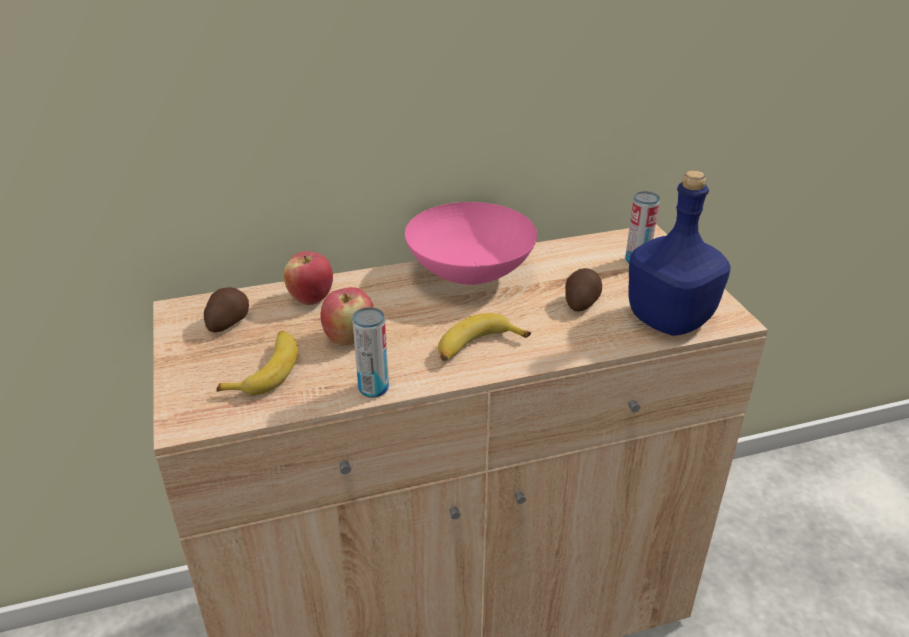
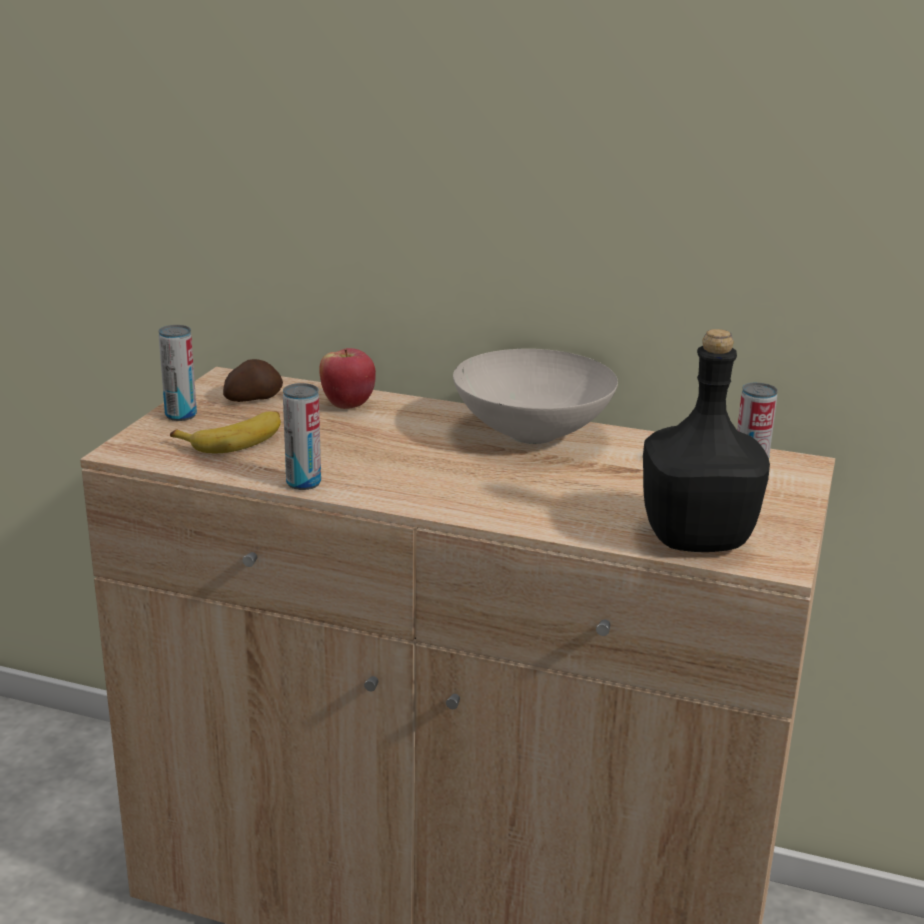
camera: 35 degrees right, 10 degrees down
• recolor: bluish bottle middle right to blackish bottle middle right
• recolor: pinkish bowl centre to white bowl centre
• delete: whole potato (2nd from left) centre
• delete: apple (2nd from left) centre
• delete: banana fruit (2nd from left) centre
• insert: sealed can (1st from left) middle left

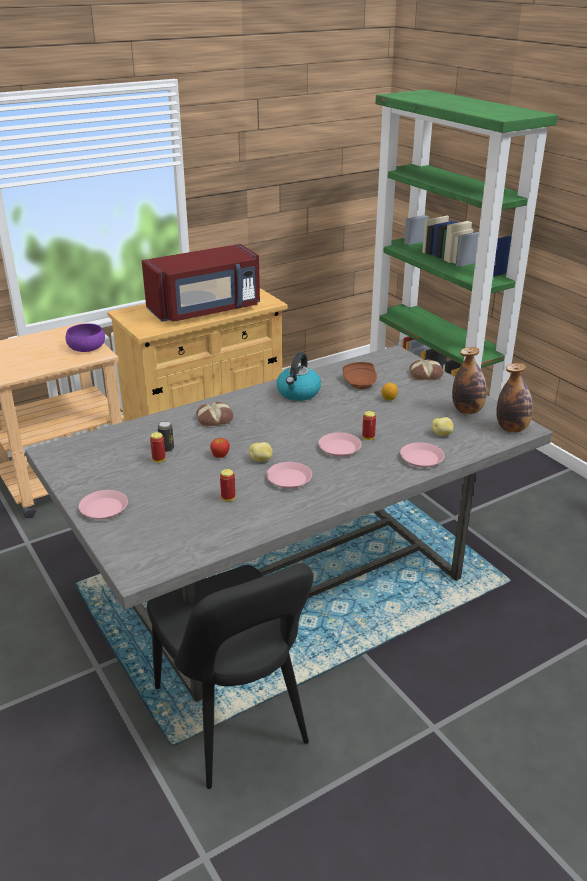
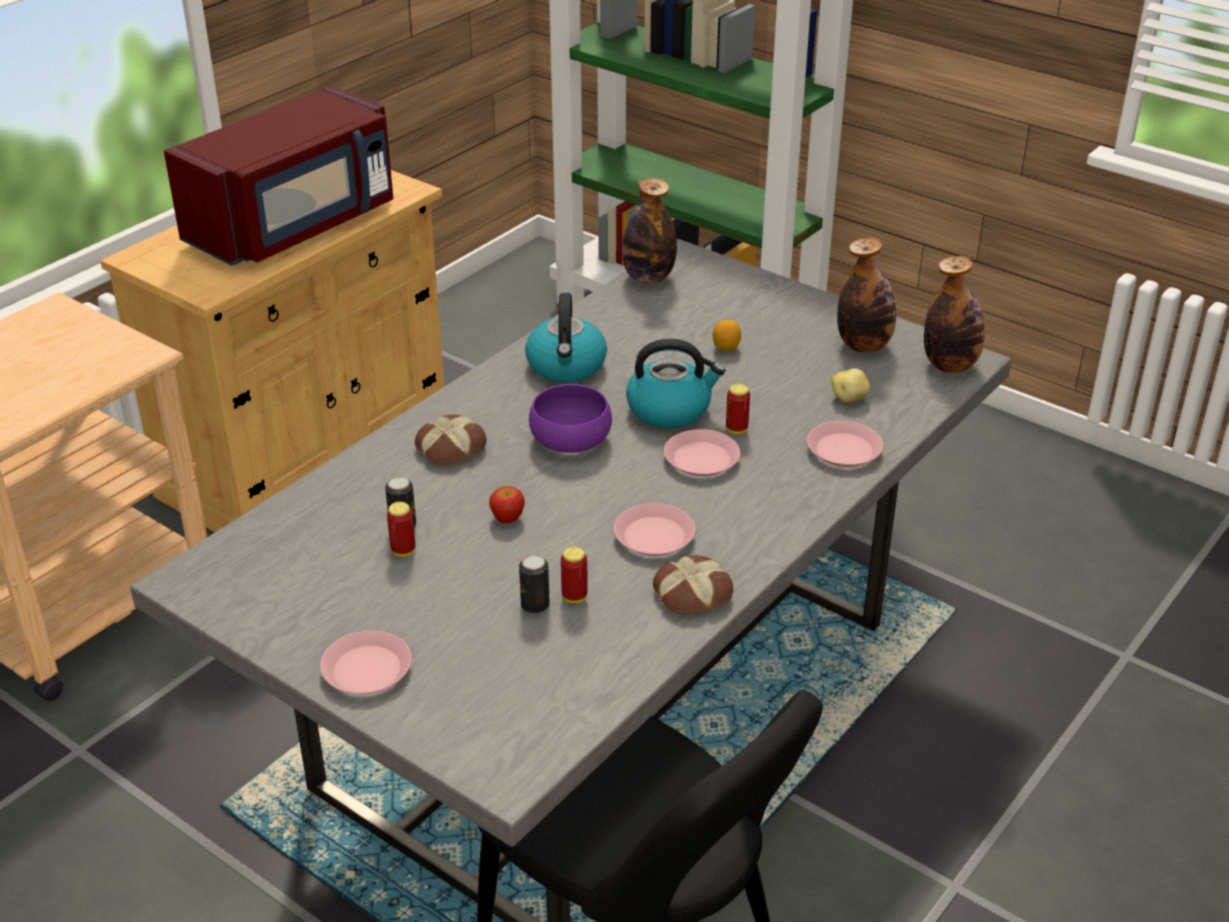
camera: 20 degrees left, 5 degrees up
• move: purple bowl middle left to centre
• move: bread (2nd from left) middle right to centre
• delete: brown dinner plate centre
• delete: whole potato (1st from left) centre
• insert: bottle (1st from left) top centre
• insert: kettle (2nd from left) centre
• insert: sealed can (3rd from left) centre

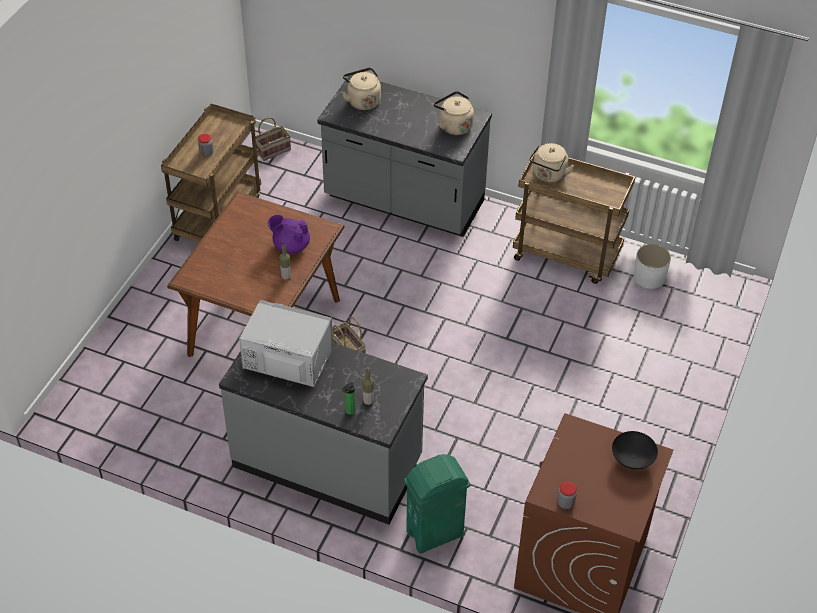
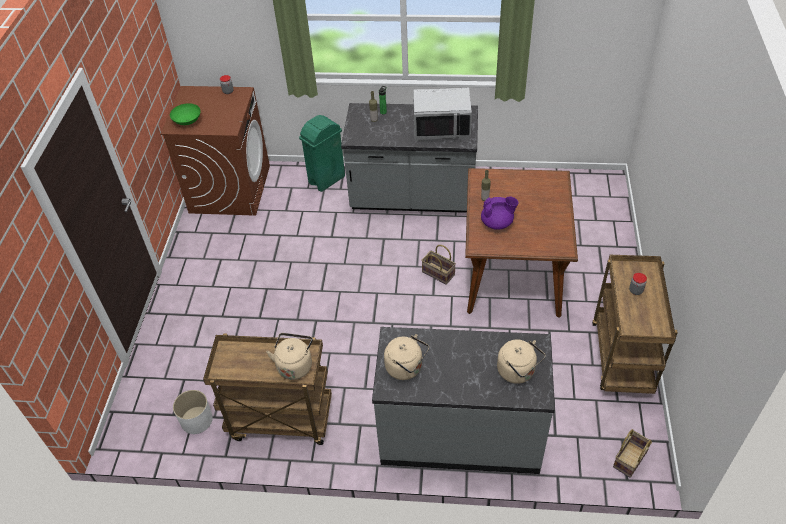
camera: 165 degrees right, 0 degrees up
• recolor: blackish bowl bottom right to greenish bowl top left

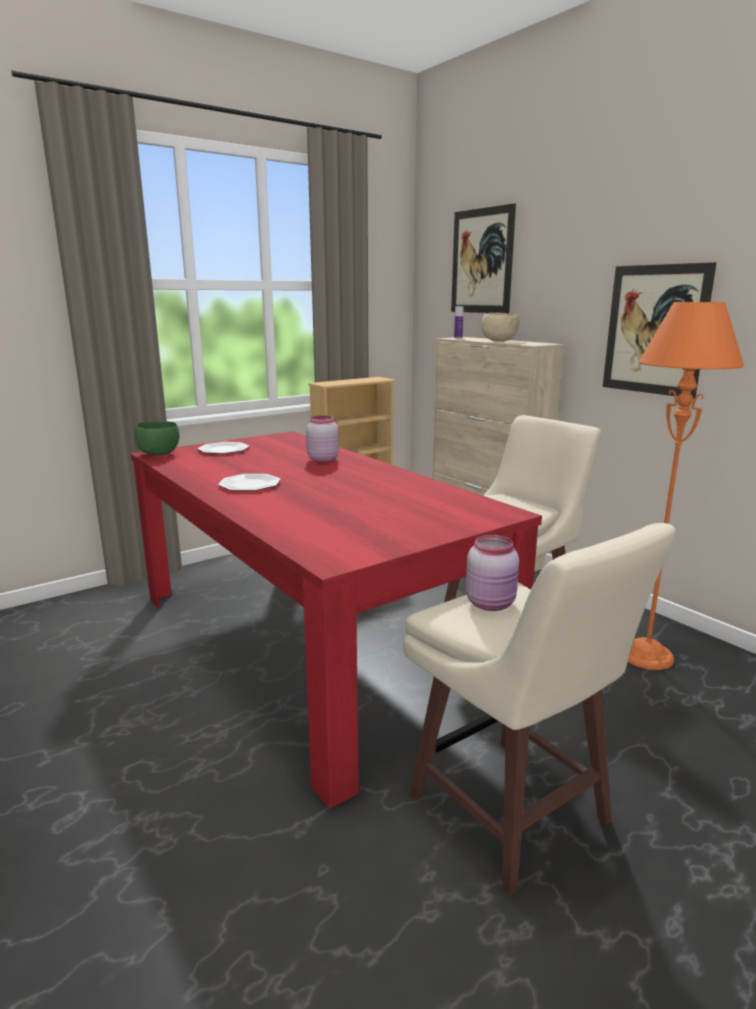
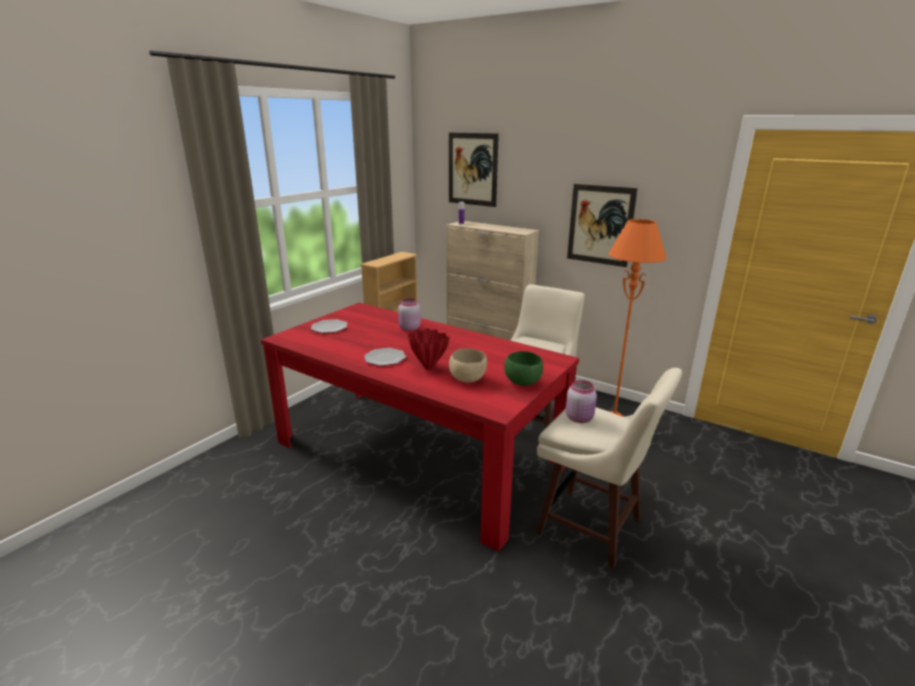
camera: 20 degrees left, 5 degrees up
• move: beige-coloured bowl top centre to centre
• move: greenish bowl middle left to centre
• insert: reddish vase centre

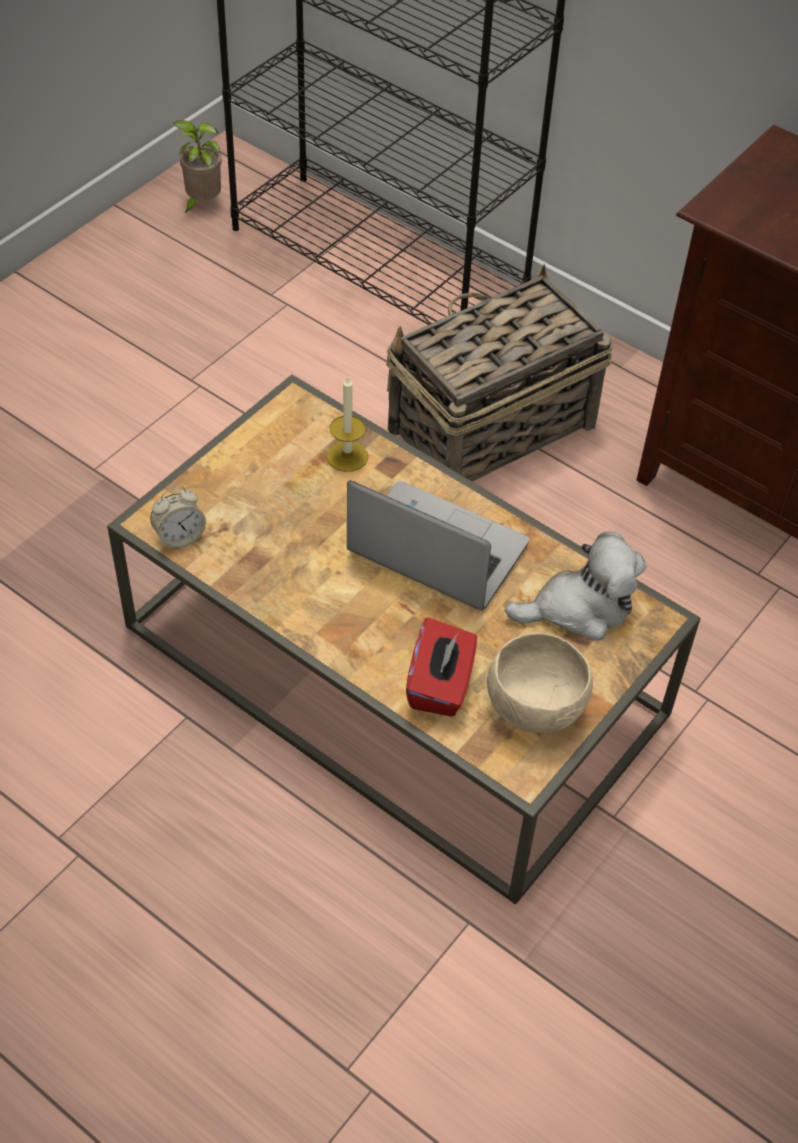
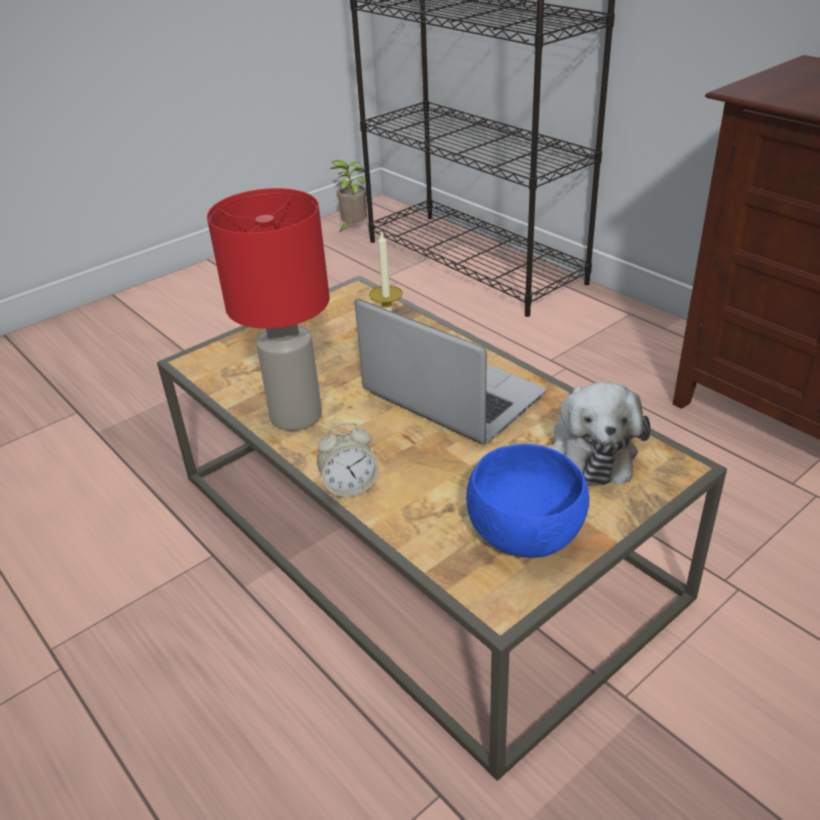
camera: 15 degrees right, 15 degrees down
• delete: storage basket top centre
• move: bedside clock middle left to centre
• rotate: soft toy middle right = middle right 90 degrees clockwise
• delete: reddish box of tissues centre
• recolor: beige-coloured bowl middle right to bluish bowl centre
• insert: reddish lamp for a table middle left

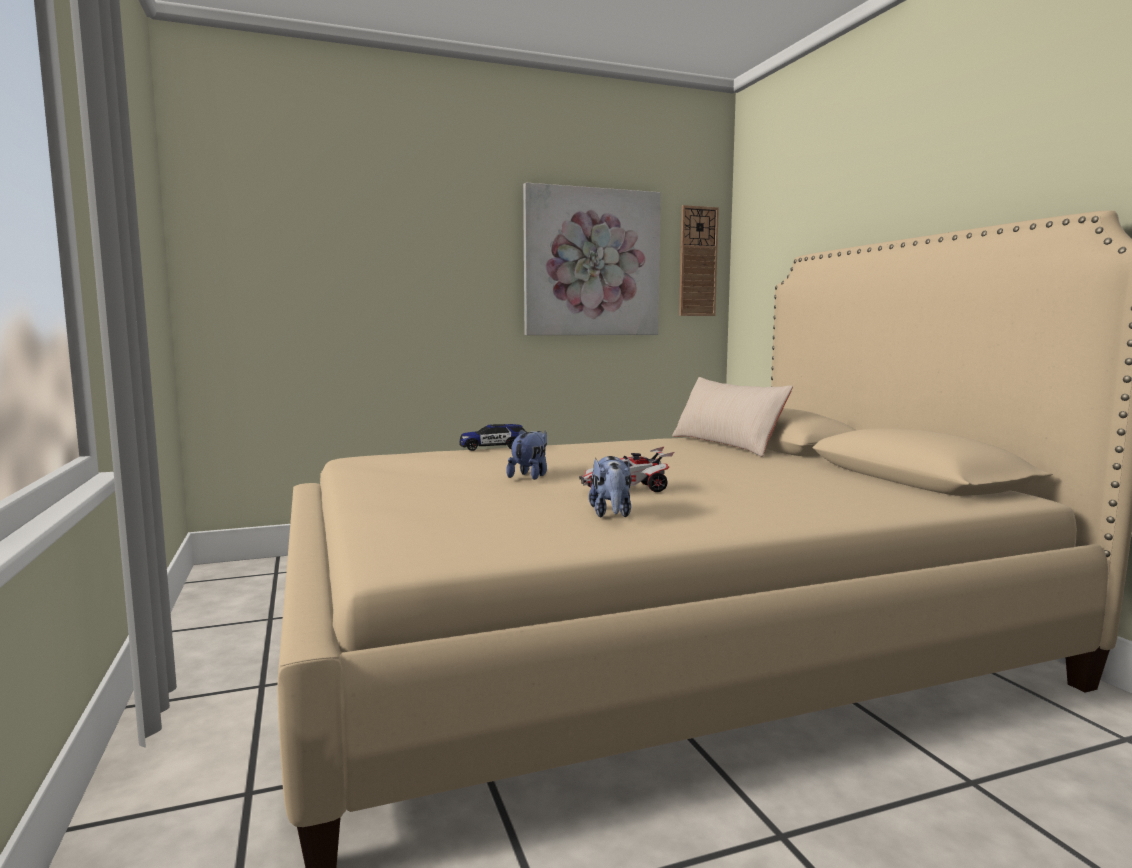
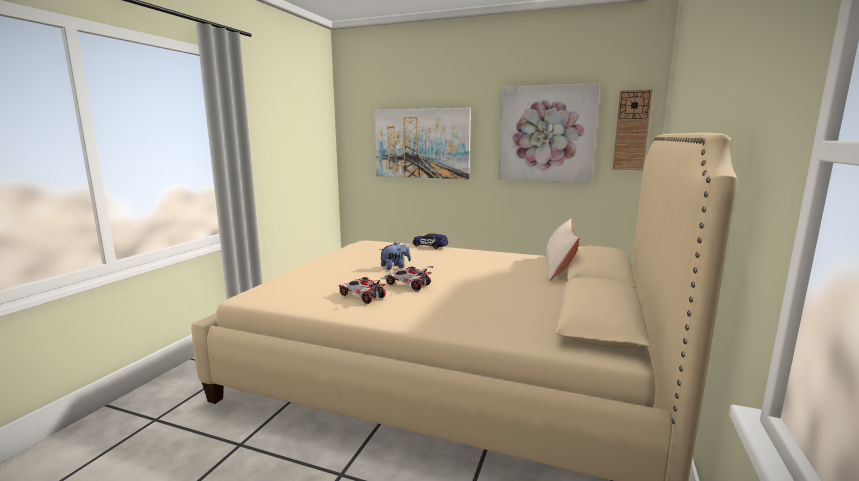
camera: 40 degrees right, 5 degrees up
• replace: soft toy (2nd from left) centre to toy car (1st from left) centre
• insert: wall picture (1st from left) top centre

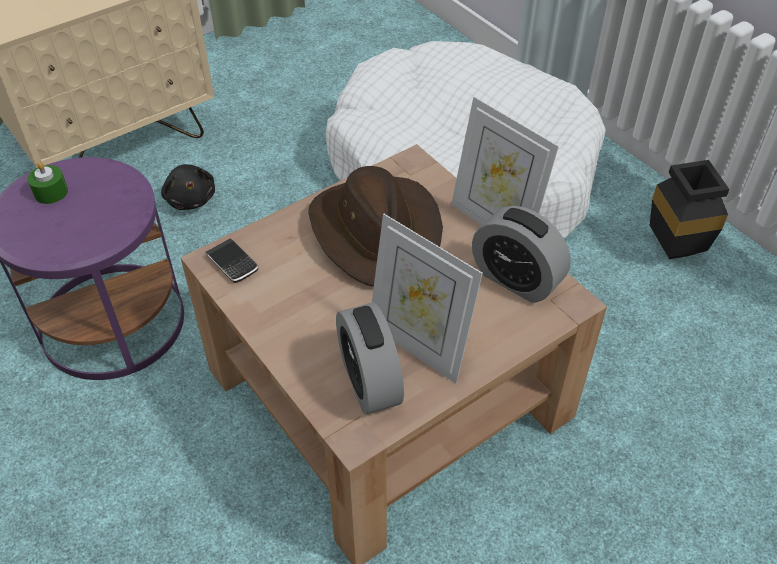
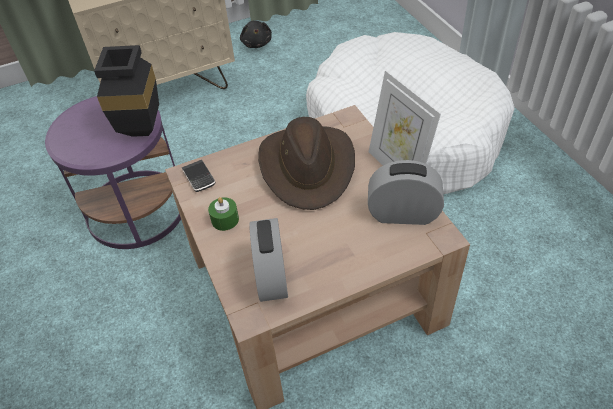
camera: 15 degrees right, 0 degrees up
• move: blackish vase middle right to top left
• move: greenish candle top left to centre
• move: blackish soft toy top left to top centre
• rotate: bedside clock (2nd from left) middle right = centre 135 degrees clockwise
• delete: standing frame (1st from left) centre

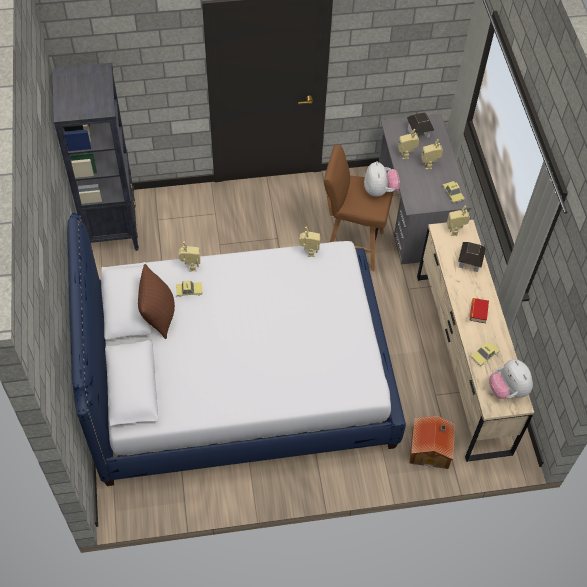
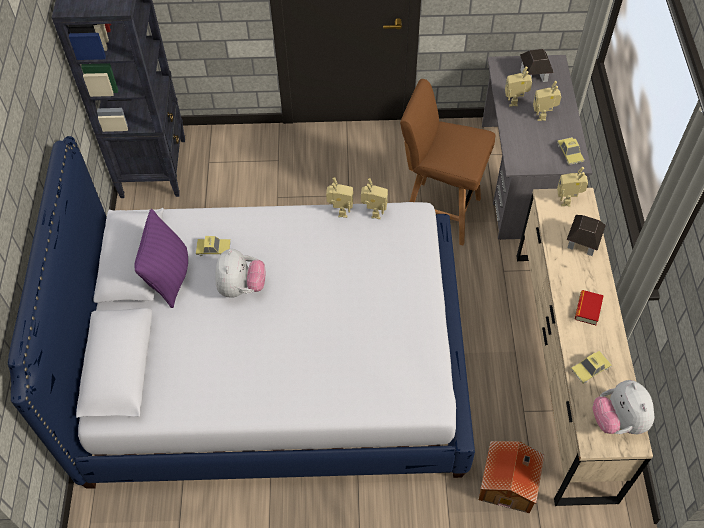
camera: 10 degrees right, 0 degrees up
• move: soft toy (1st from left) top centre to centre
• move: model robot (1st from left) middle left to centre
• recolor: brown pillow middle left to purple pillow middle left

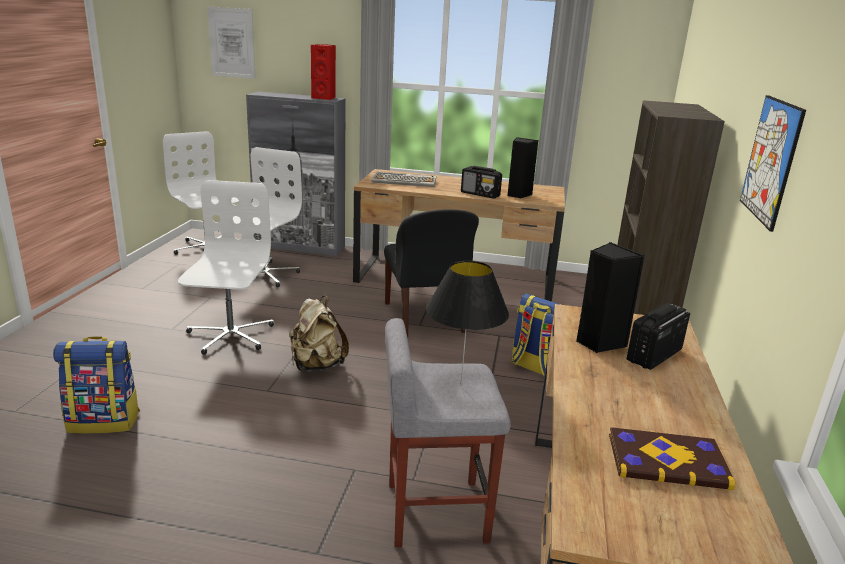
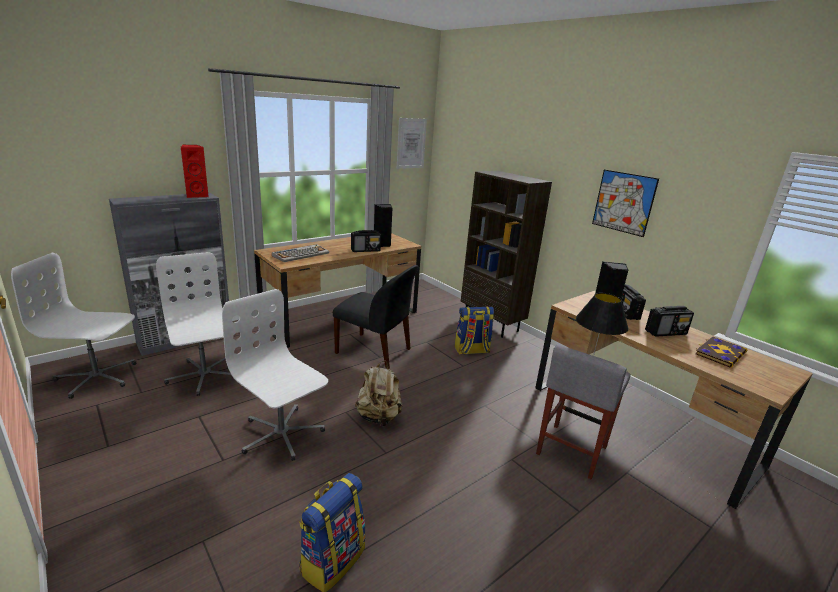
camera: 50 degrees left, 0 degrees up
• move: wall picture (1st from left) top left to top centre
• insert: radio set (3rd from left) middle right

